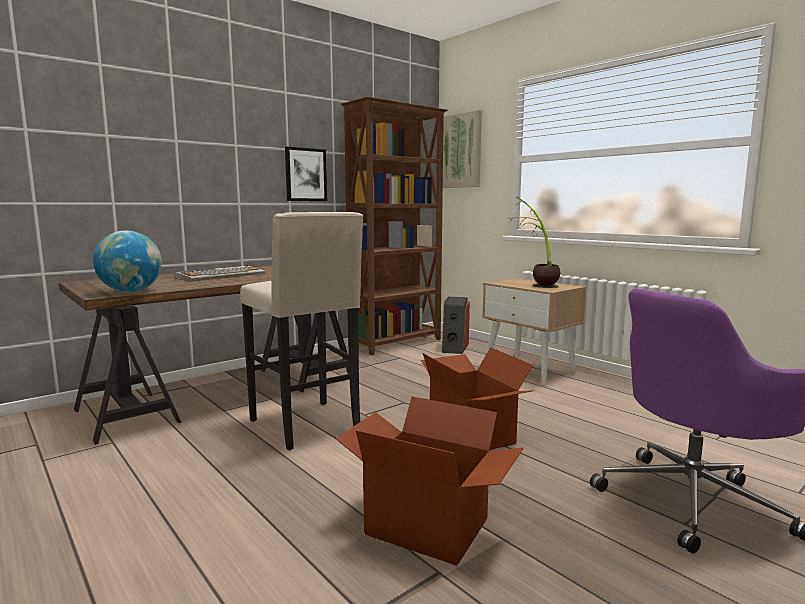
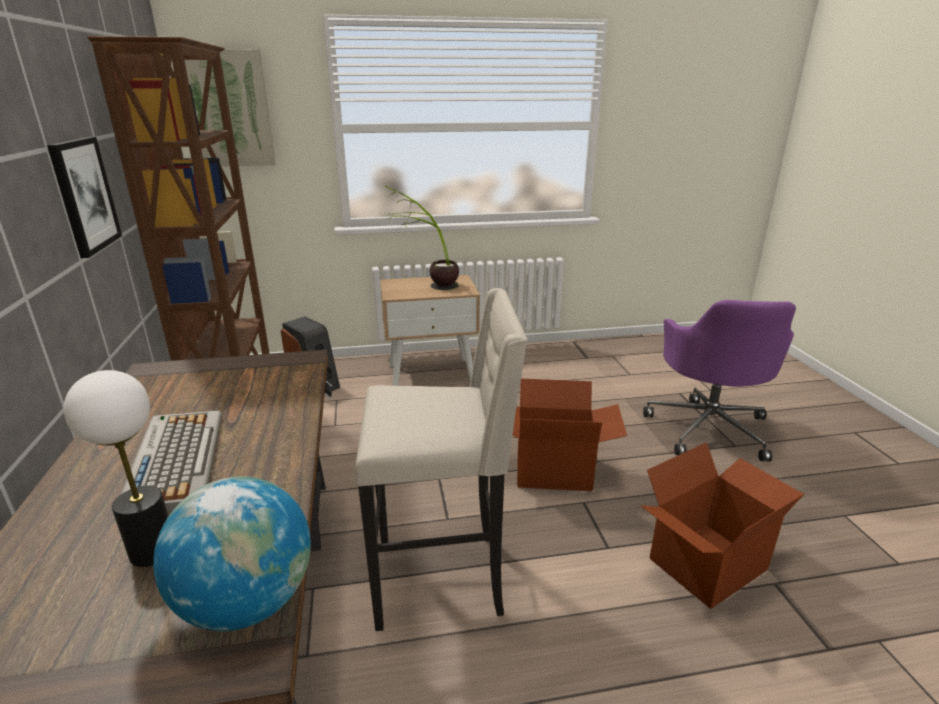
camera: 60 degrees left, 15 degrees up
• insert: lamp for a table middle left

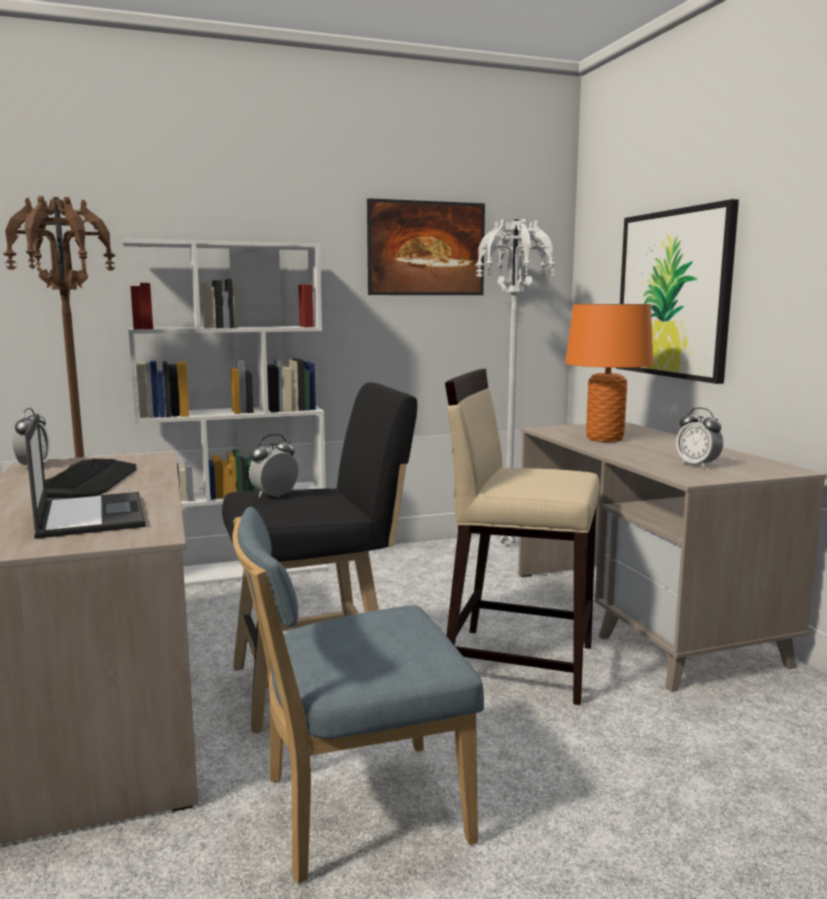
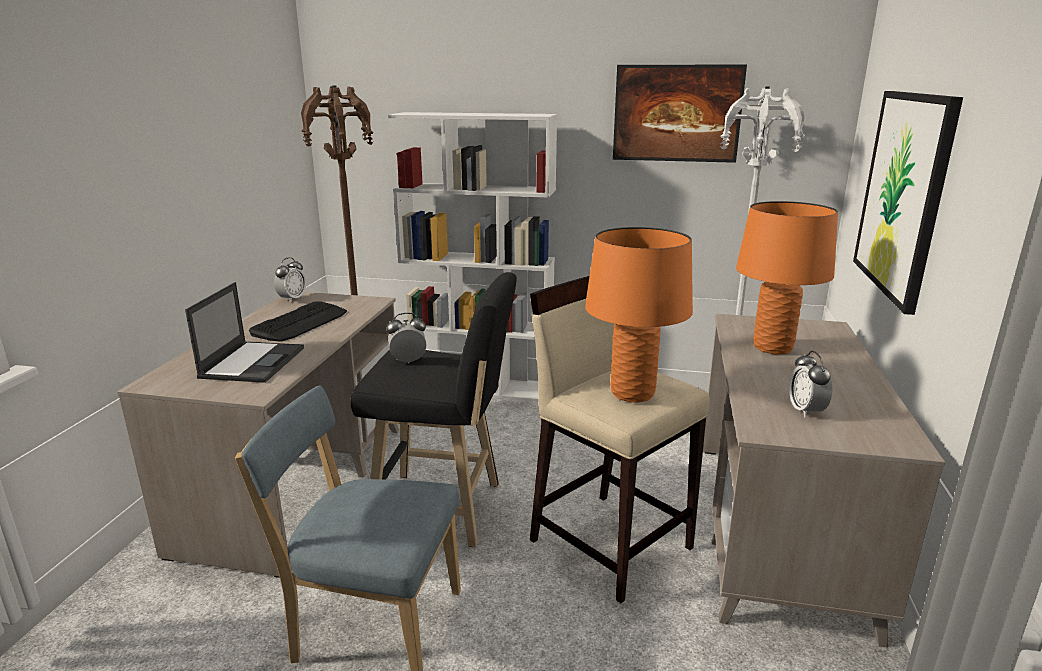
camera: 30 degrees right, 10 degrees up
• insert: orange lamp for a table (1st from left) centre

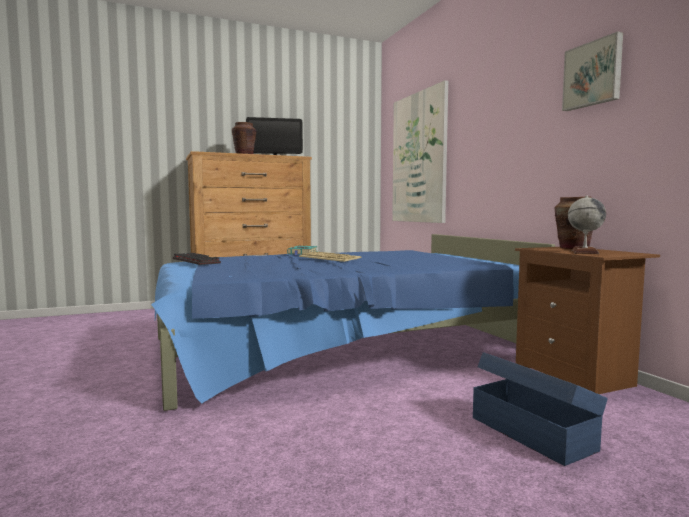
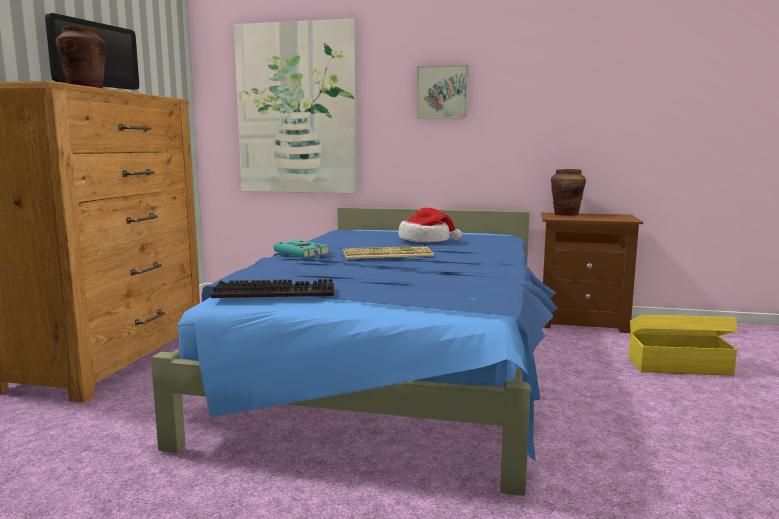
camera: 55 degrees left, 5 degrees up
• move: wall picture (2nd from left) top right to top centre
• delete: desk globe middle right
• recolor: bluish storage box bottom right to yellow-coloured storage box middle right
• insert: clothing hat centre

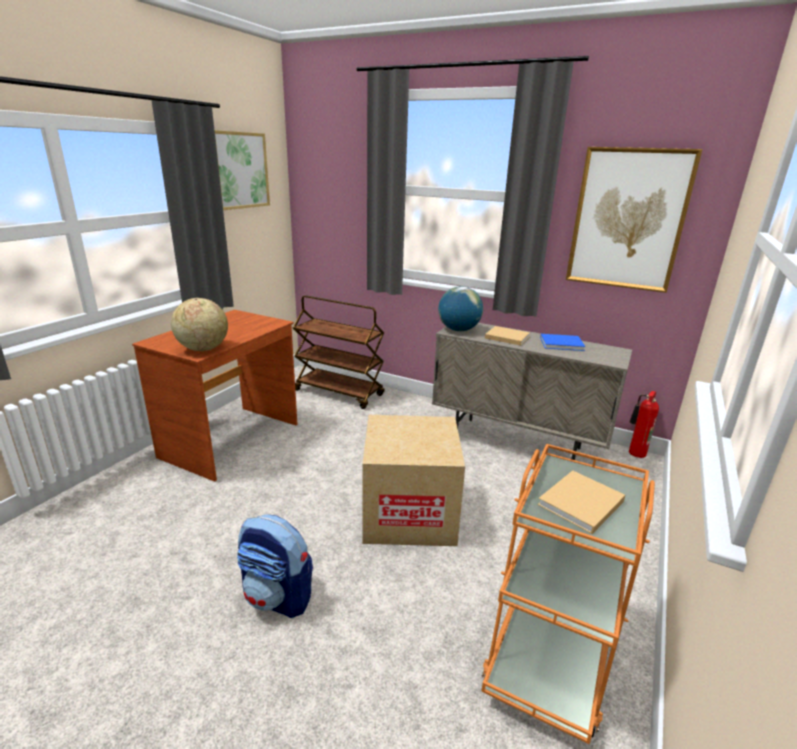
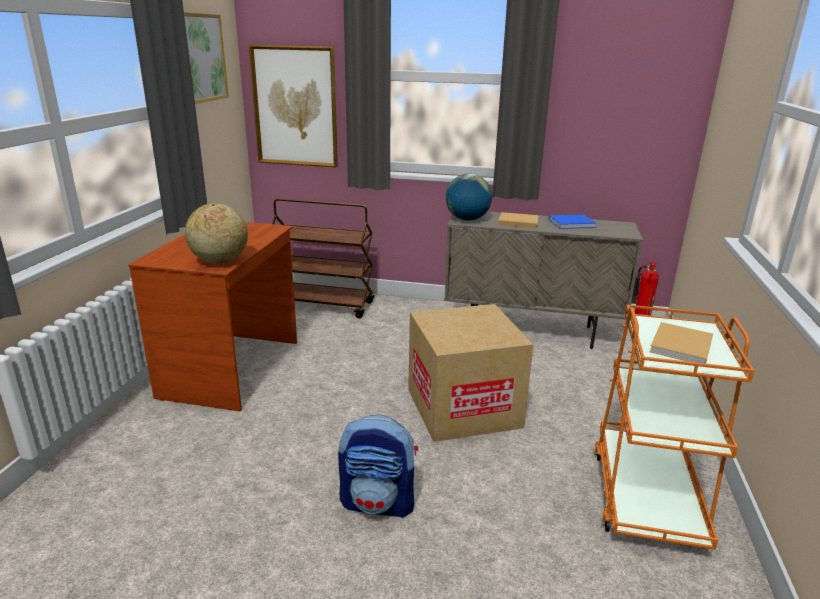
camera: 15 degrees left, 0 degrees up
• move: wall picture (2nd from left) top right to top centre

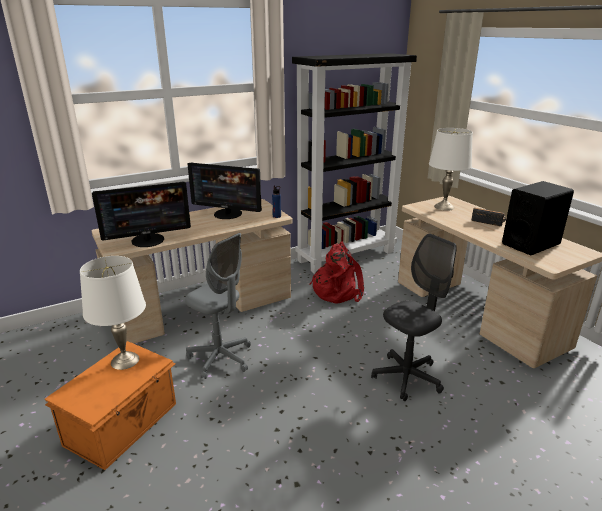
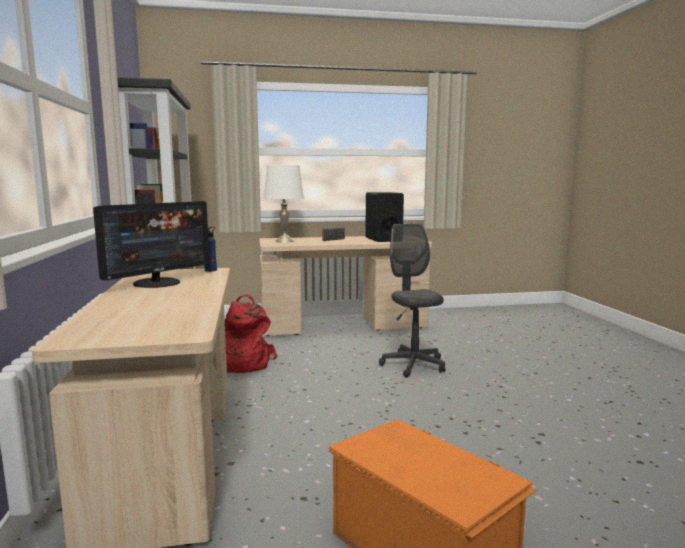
camera: 70 degrees left, 15 degrees down
• delete: computer screen (1st from left) middle left
• delete: gray desk chair (1st from left) centre
• delete: white lamp for a table (1st from left) middle left

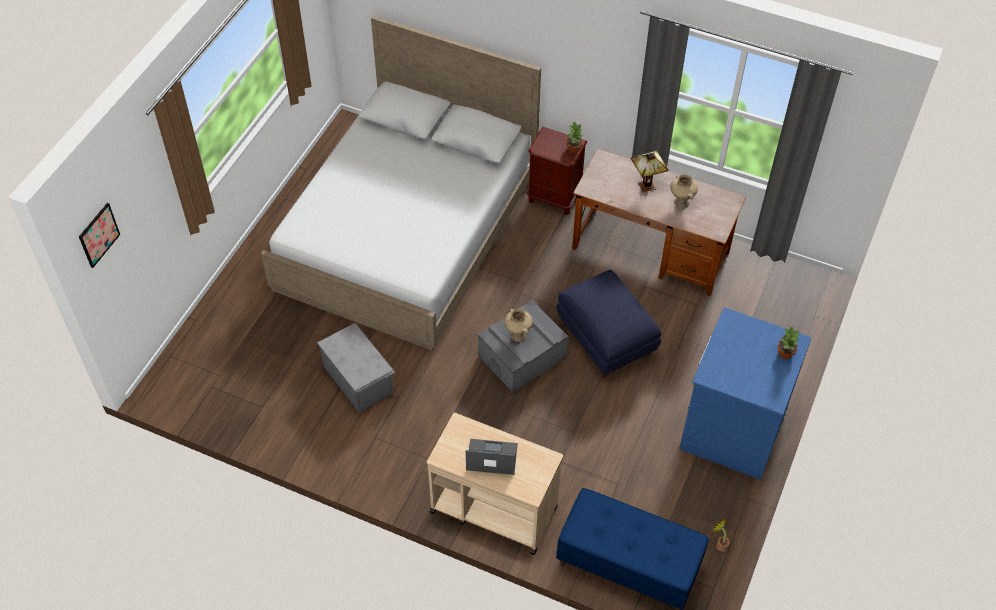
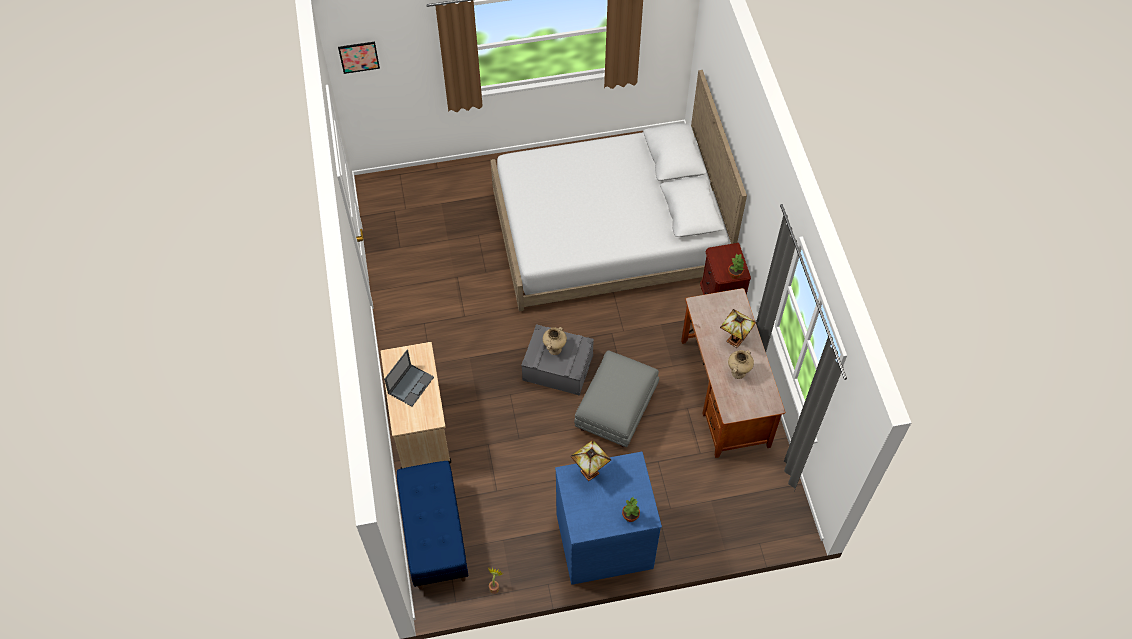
camera: 55 degrees right, 5 degrees up
• recolor: bluish footrest centre to gray footrest centre
• delete: gray storage box (1st from left) centre
• rotate: portable computer bottom centre = centre 60 degrees clockwise
• insert: lamp for a table (1st from left) bottom centre

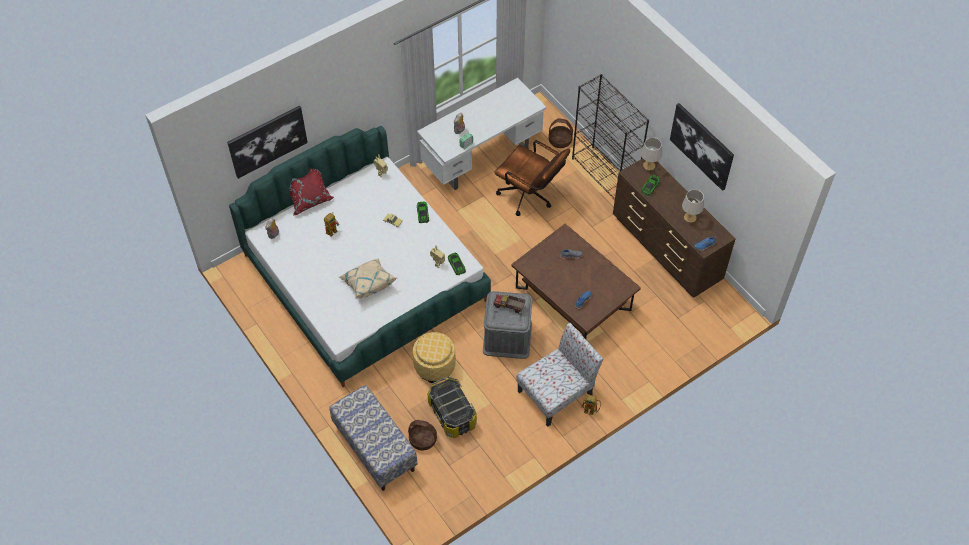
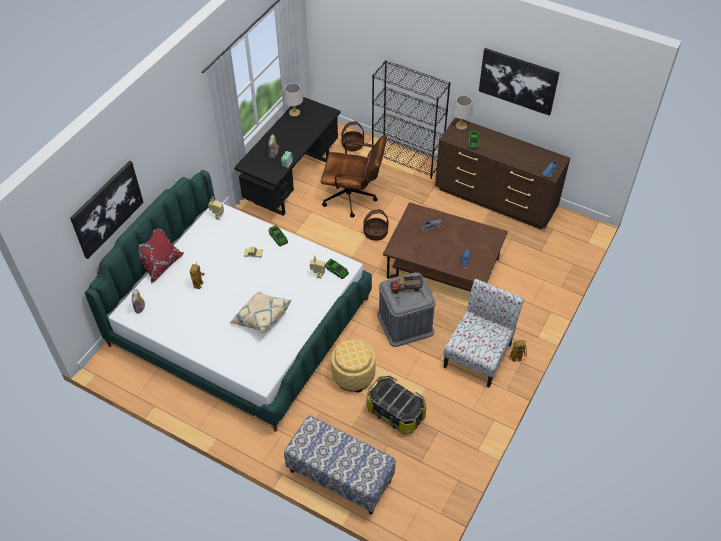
camera: 25 degrees left, 5 degrees down
• recolor: white desk top centre to blackish desk top centre
• move: gray lamp for a table (2nd from left in the first image) middle right to gray lamp for a table (1st from left) top centre
• move: storage basket (1st from left in the first image) bottom centre to storage basket (2nd from left) centre

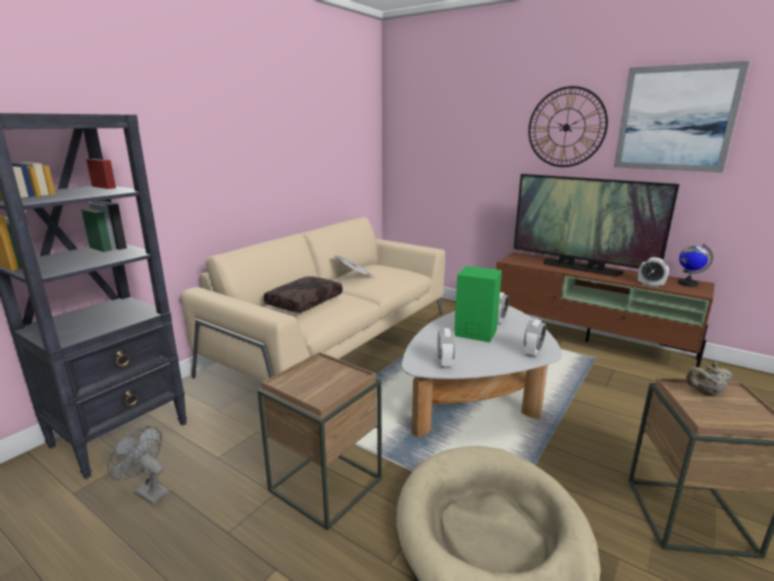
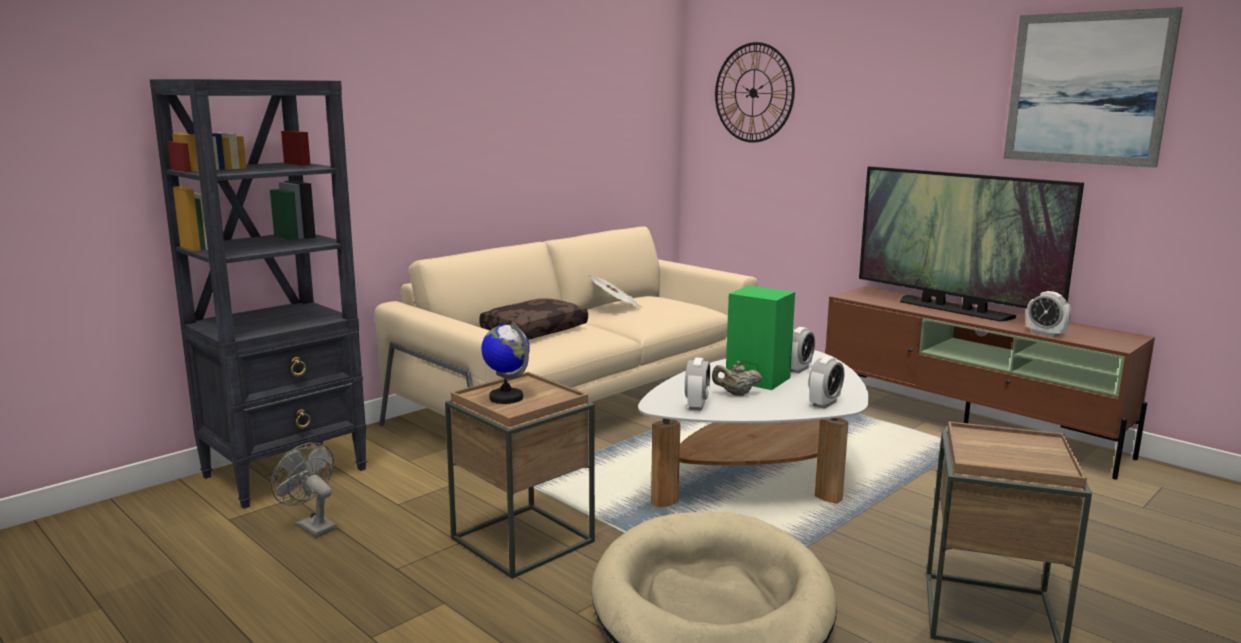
camera: 10 degrees right, 5 degrees down
• move: clock on the wall top right to top centre
• move: desk globe middle right to centre
• move: beige-coloured teapot middle right to centre

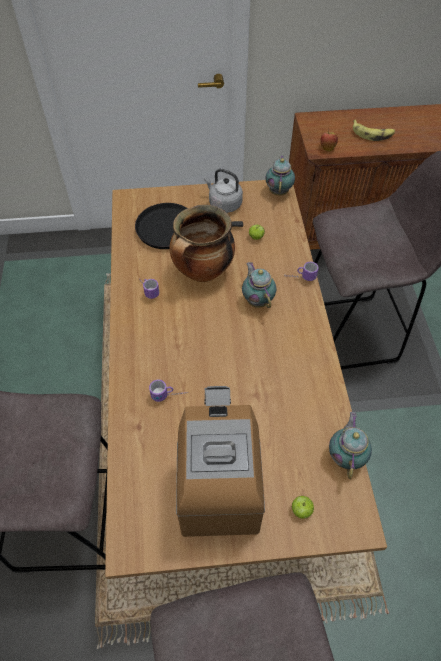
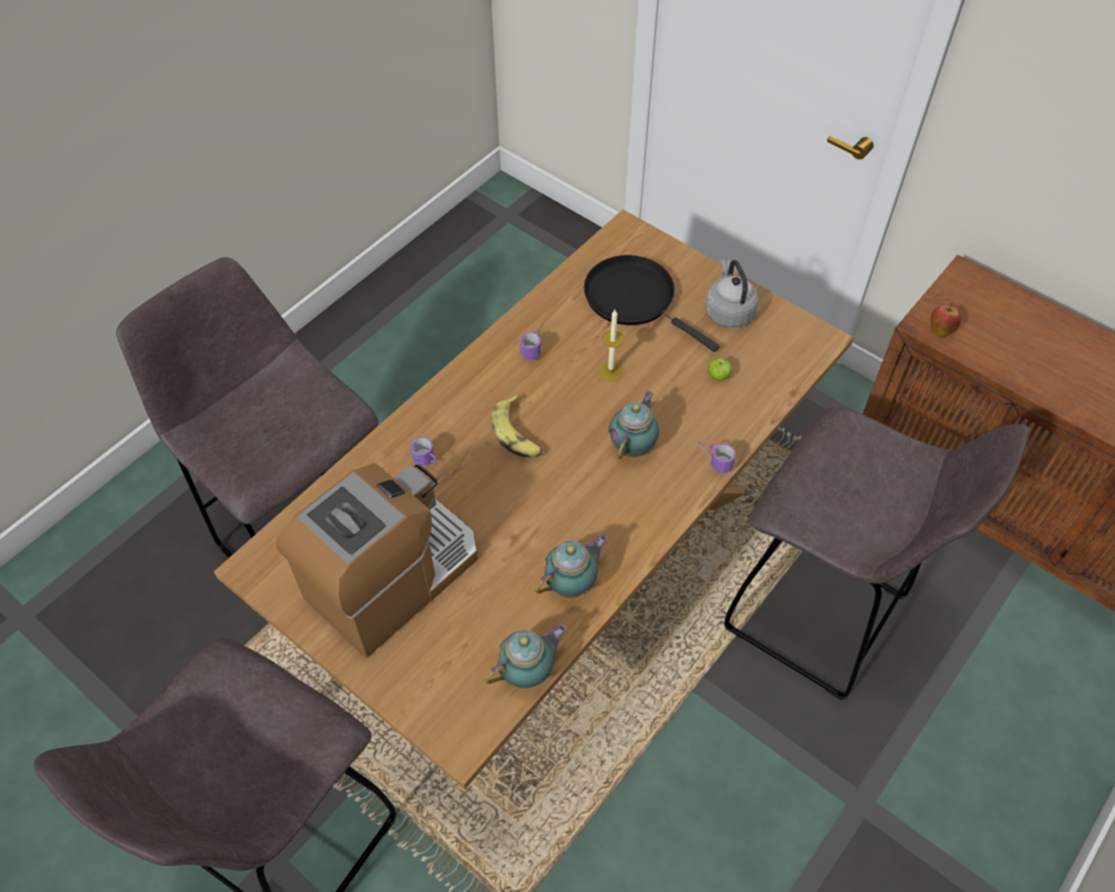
camera: 45 degrees right, 0 degrees up
• move: banana fruit top right to centre
• move: teapot (2nd from left) top centre to centre
• replace: saucepot centre to candle centre
• delete: apple (2nd from left) bottom right

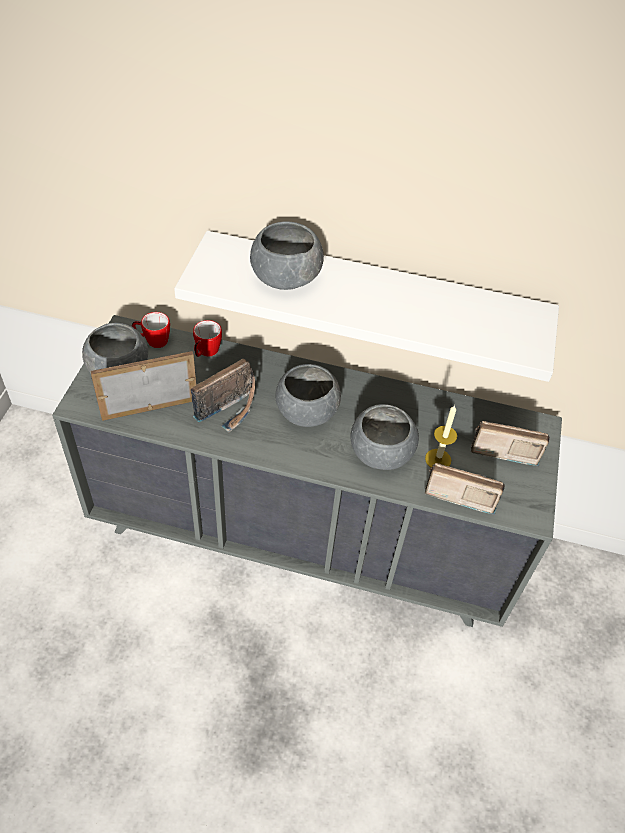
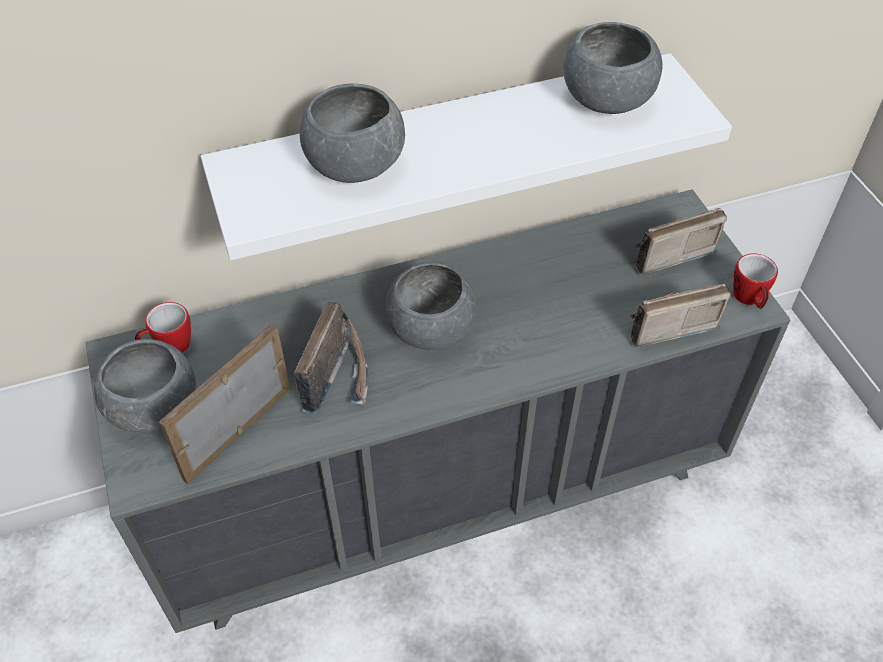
camera: 30 degrees left, 0 degrees up
• move: mug (2nd from left) middle left to middle right
• move: gray bowl (4th from left) centre to top right
• delete: candle middle right

